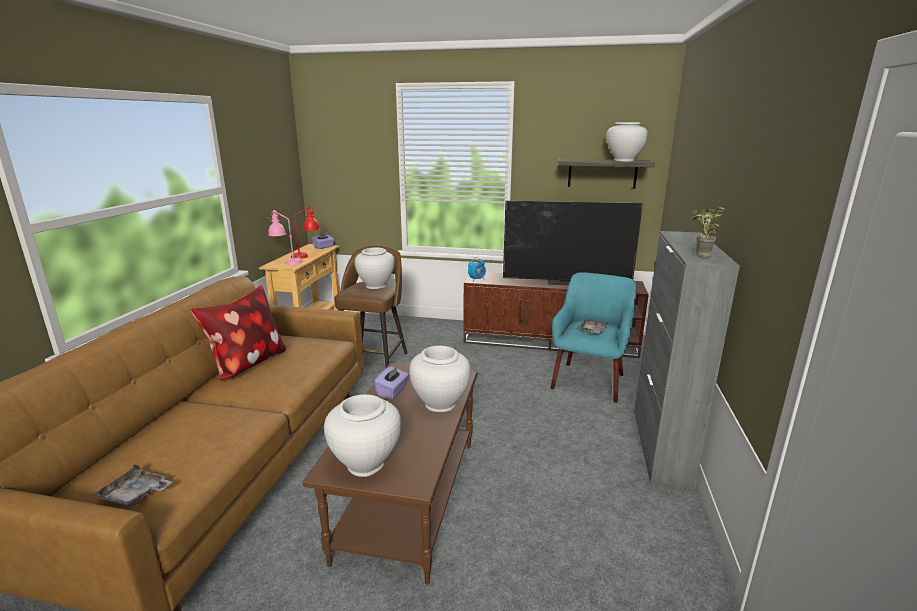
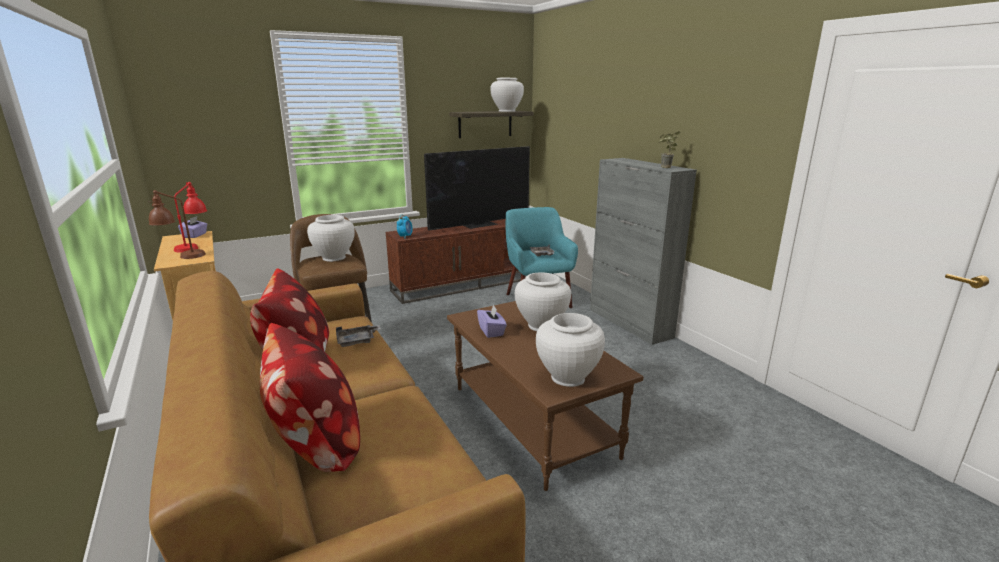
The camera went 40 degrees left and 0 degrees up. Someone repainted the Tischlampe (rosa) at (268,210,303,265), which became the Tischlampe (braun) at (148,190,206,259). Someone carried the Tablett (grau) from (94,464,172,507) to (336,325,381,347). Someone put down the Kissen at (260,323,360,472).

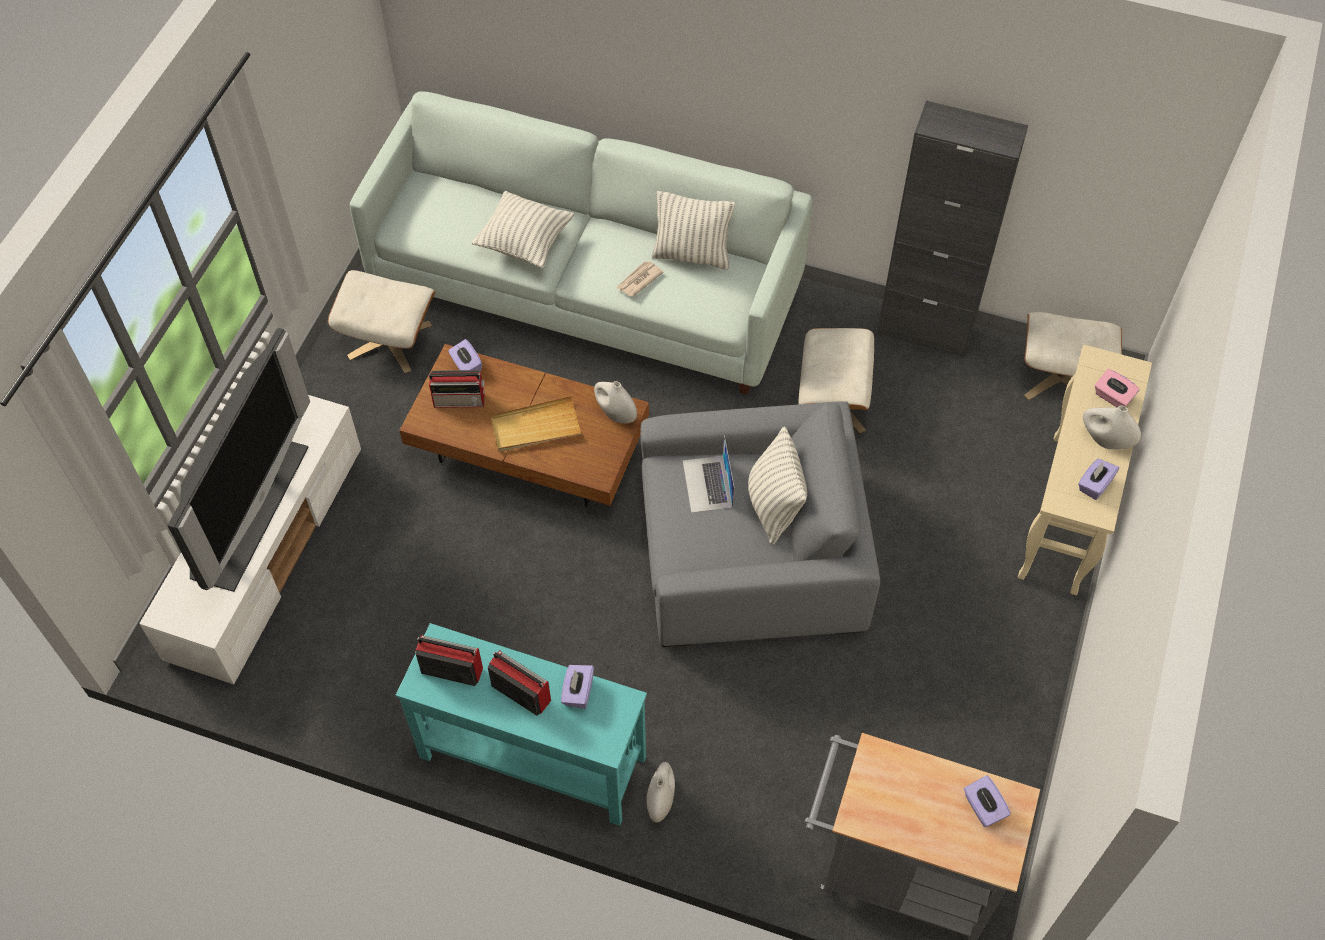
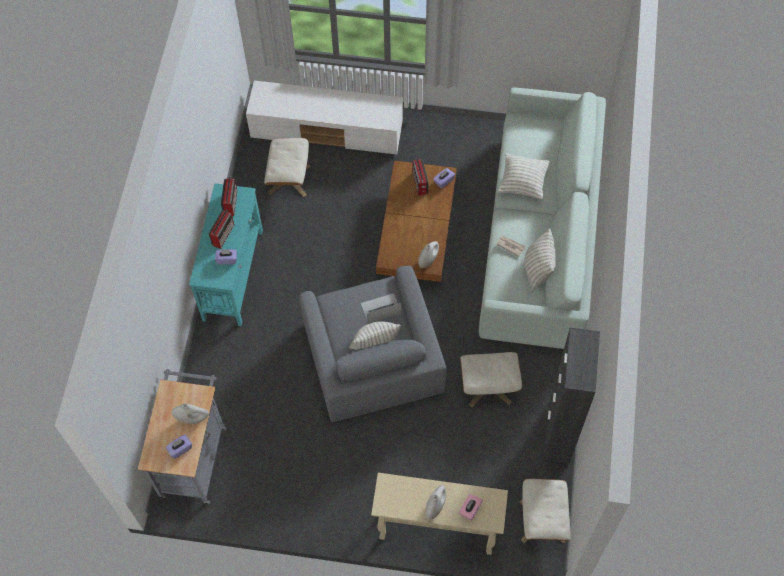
The camera went 80 degrees right and 5 degrees up. Someone carried the Polsterhocker (beige) from (328,270,435,374) to (264,138,311,197). Someone took away the Fernseher at (167,328,310,592). Someone took away the Tablett (beige) at (490,395,582,452). Someone took away the Taschentuchbox (lila) at (1078,458,1119,500). Someone carried the Vase (weiß) from (646,762,675,823) to (172,404,209,424).

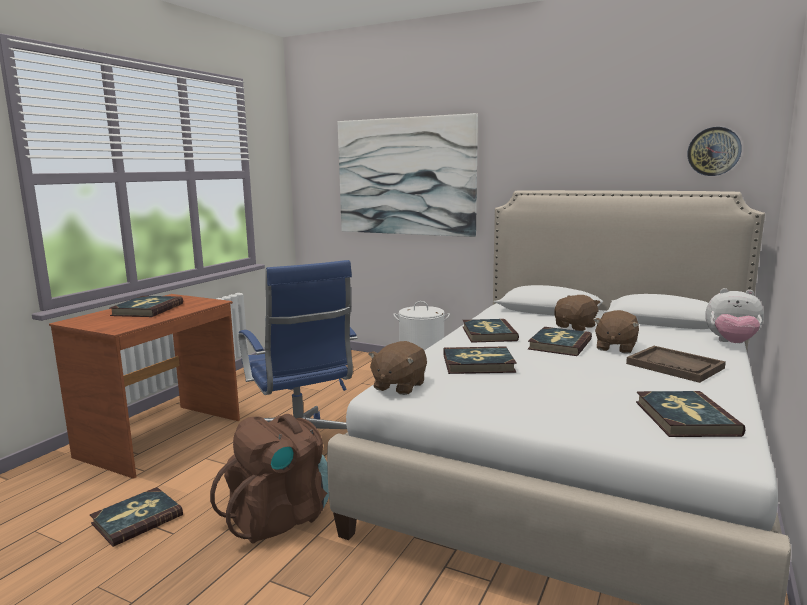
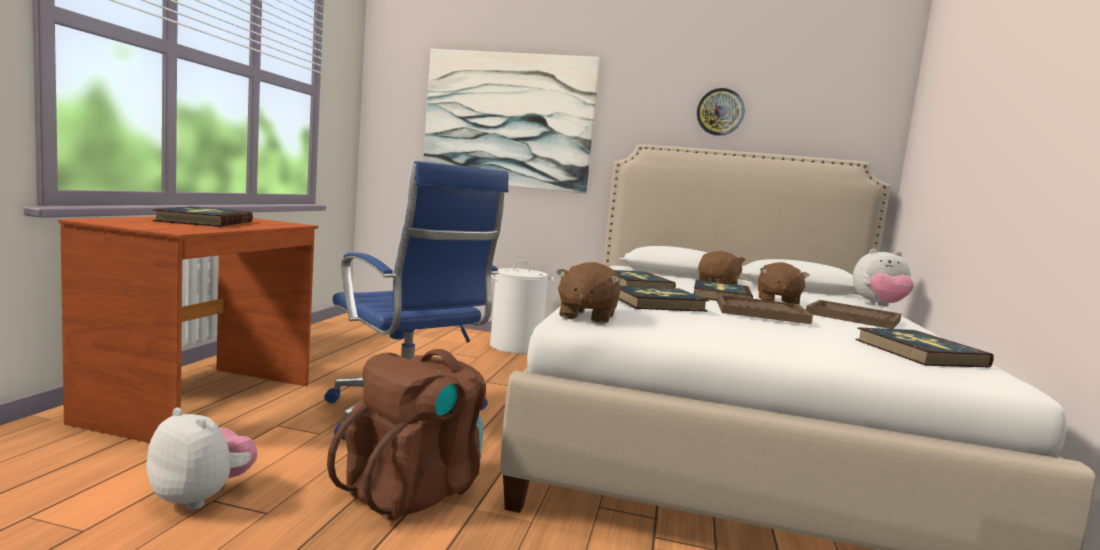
The camera went 15 degrees left and 5 degrees down. Someone carried the Wanduhr from (687,127,742,176) to (697,88,745,136). Someone swapped the Buch at (90,487,183,547) for the Plüschtier at (147,408,257,510). Someone put down the Tablett (braun) at (717,294,813,324).

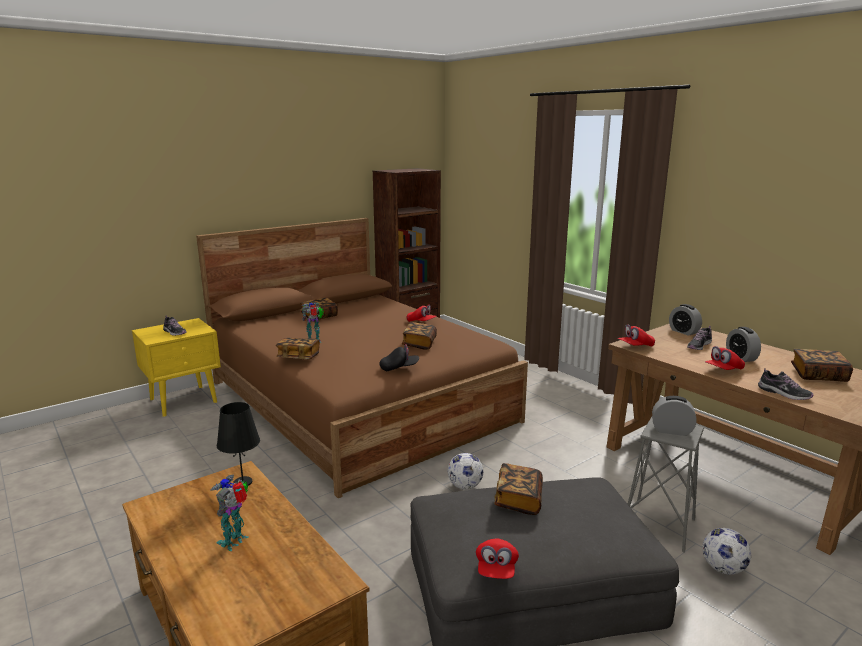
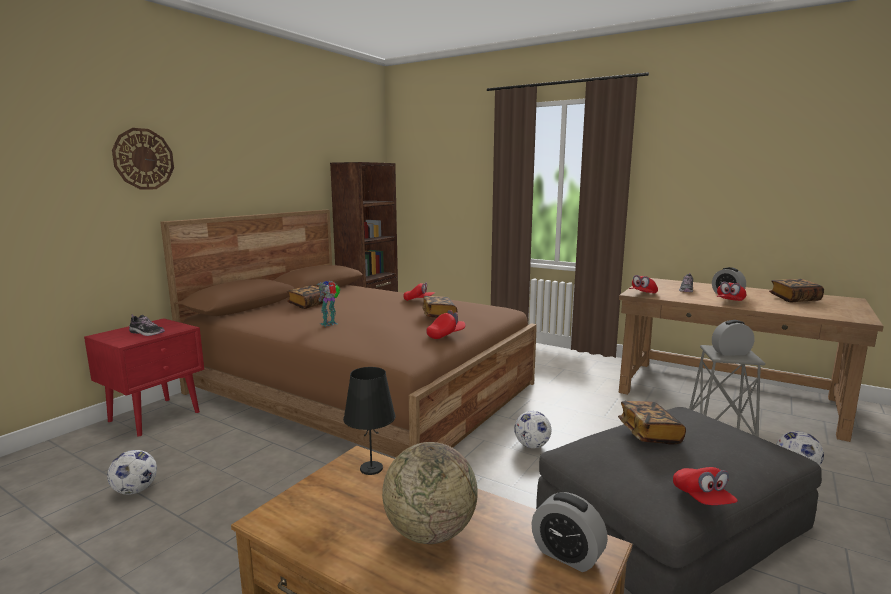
The camera went 20 degrees left and 5 degrees down. Someone carried the Wecker from (669,304,702,336) to (531,492,608,572). Someone repainted the Nachttisch (gelb) at (132,318,221,417), which became the Nachttisch (rot) at (84,318,204,437). Someone took away the Buch at (276,338,320,359). Someone repainted the Kappe (schwarz) at (380,344,419,371), which became the Kappe (rot) at (426,310,466,339). Someone took away the Schuh at (758,368,813,400). Someone swapped the Spielzeugroboter at (211,474,249,551) for the Globus at (382,442,478,544). Someone put up the Wanduhr at (112,128,174,190). Someone put down the Fußball at (107,450,157,495).

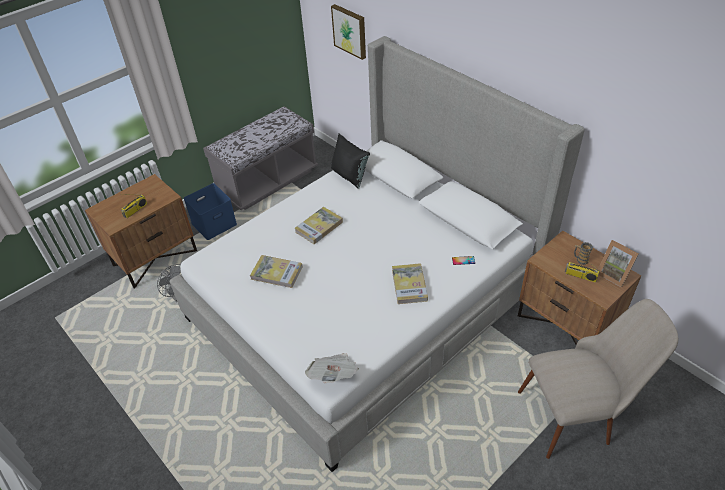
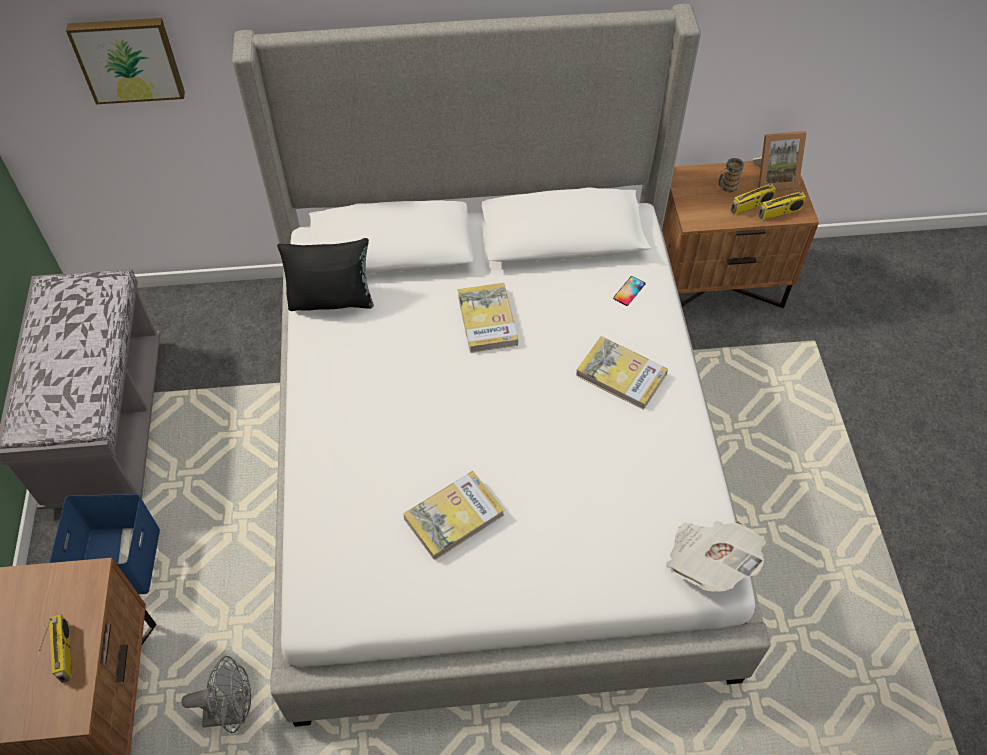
The camera went 55 degrees left and 10 degrees up. Someone carried the Buch from (295,207,343,244) to (457,283,518,353). Someone took away the Stuhl (beige) at (518,299,678,459). Someone put down the Radio at (758,181,806,221).

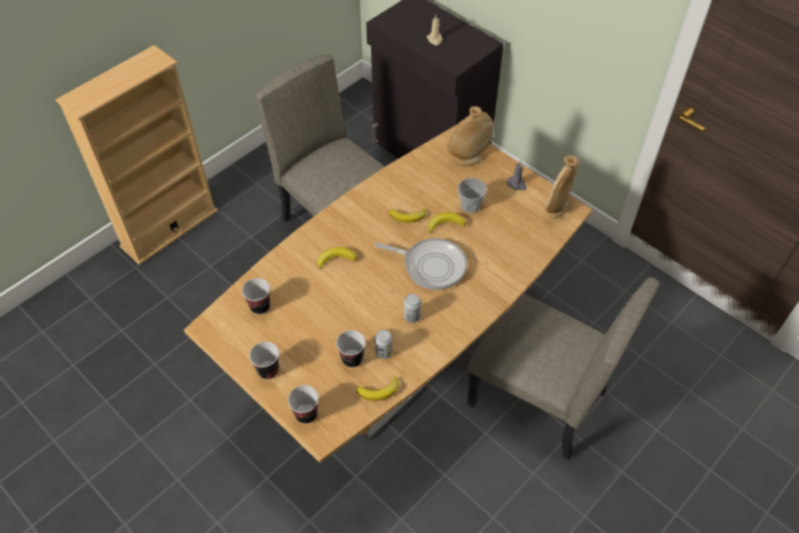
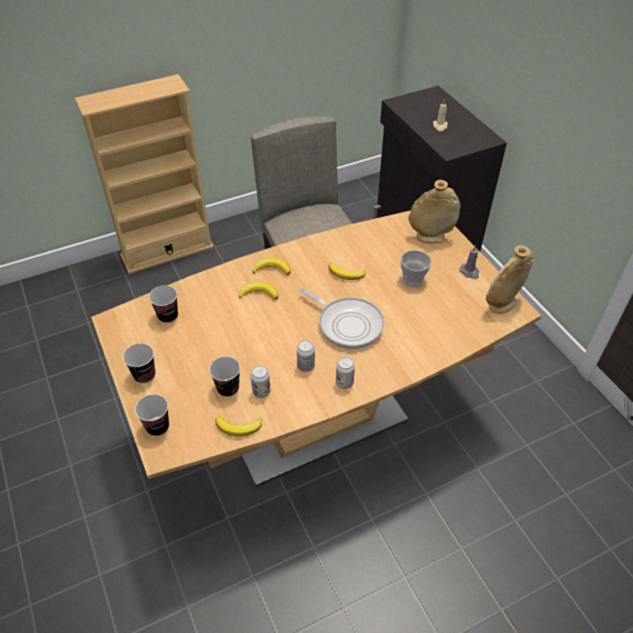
The camera went 20 degrees right and 5 degrees down. Someone carried the Banane from (428,212,466,233) to (253,257,291,275). Someone took away the Stuhl (beige) at (467,278,660,460). Someone put down the Dose at (336,357,355,389).

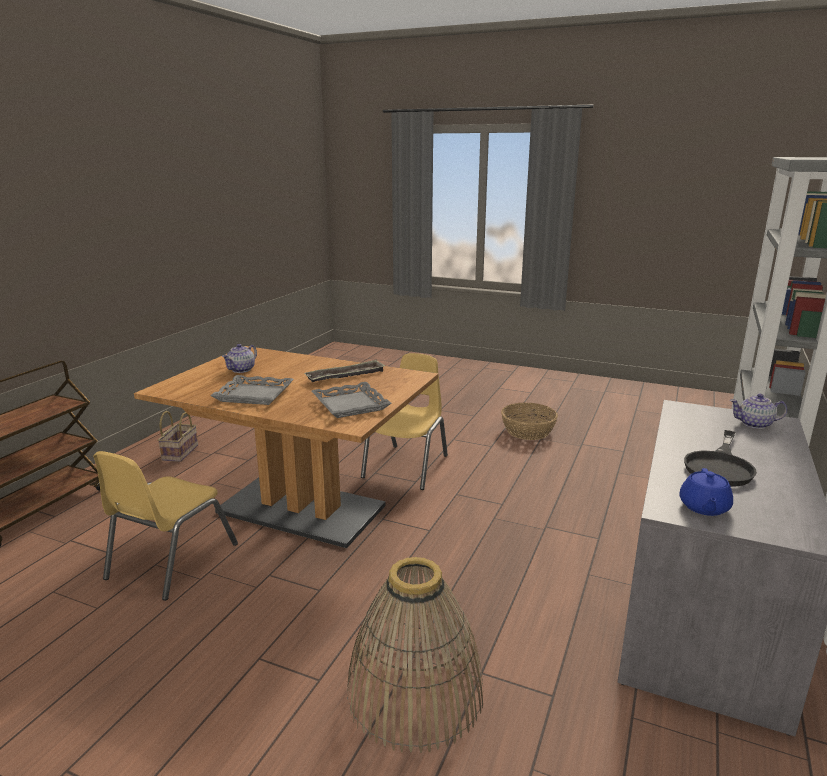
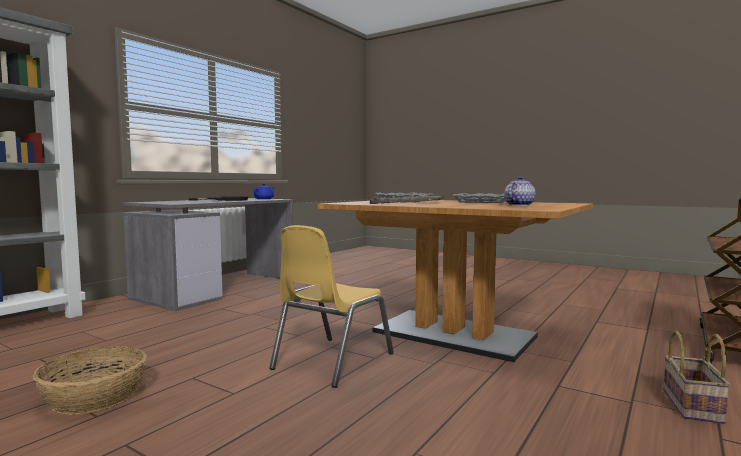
The camera went 170 degrees left and 15 degrees down. Someone took away the Teekanne at (730,394,787,429). Someone took away the Stuhl (gelb) at (93,451,238,601). Someone took away the Korb at (347,557,484,753).

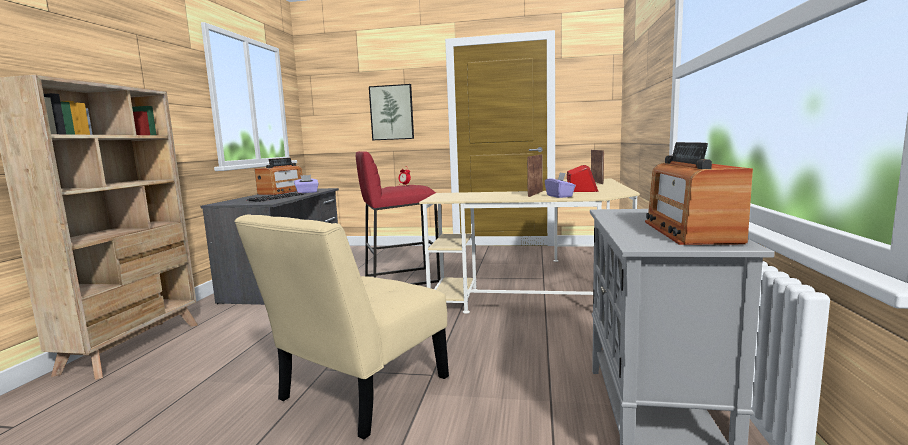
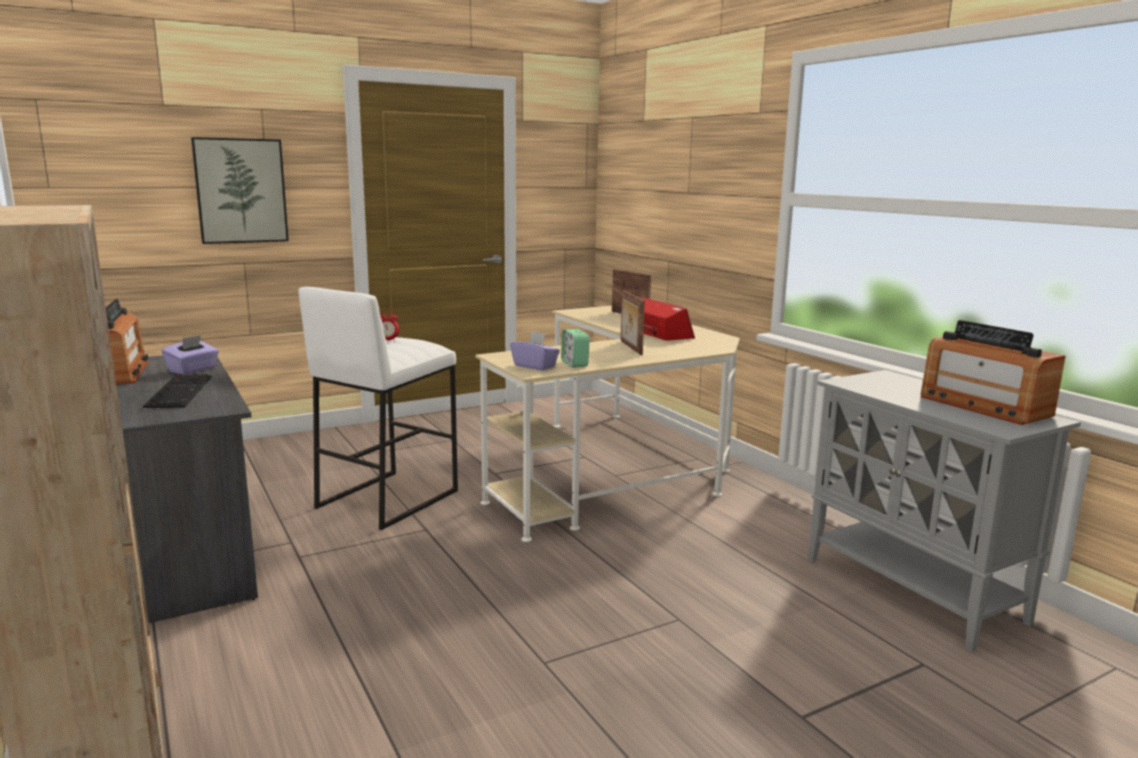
The camera went 40 degrees left and 5 degrees up. Someone repainted the Hocker (rot) at (356,151,440,285), which became the Hocker (weiß) at (298,287,458,530). Someone carried the Taschentuchbox (lila) from (545,173,576,198) to (510,331,560,370). Someone took away the Stuhl (beige) at (234,214,449,439). Someone put down the Wecker at (561,329,590,368).

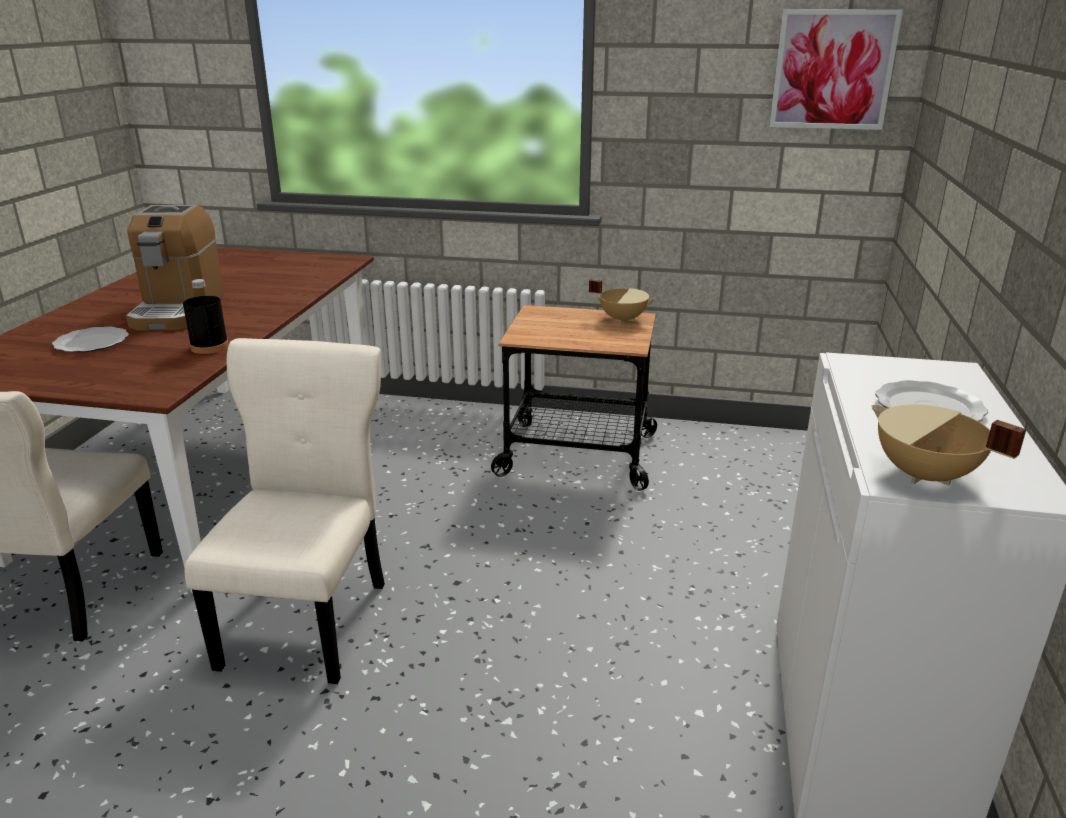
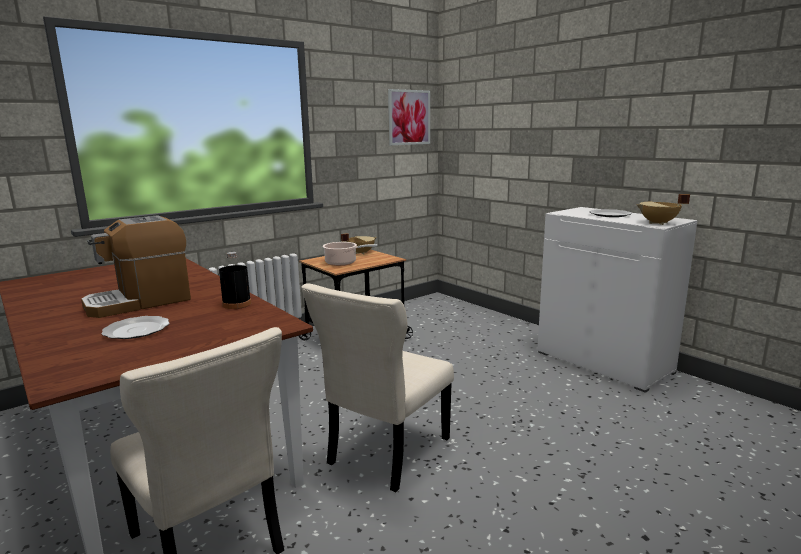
The camera went 50 degrees left and 10 degrees down. Someone rotated the Kaffeemaschine at (126,205,224,331) by 105 degrees clockwise. Someone rotated the Stuhl (beige) at (184,338,385,684) by 105 degrees counterclockwise. Someone put down the Kochtopf at (323,242,377,266).

